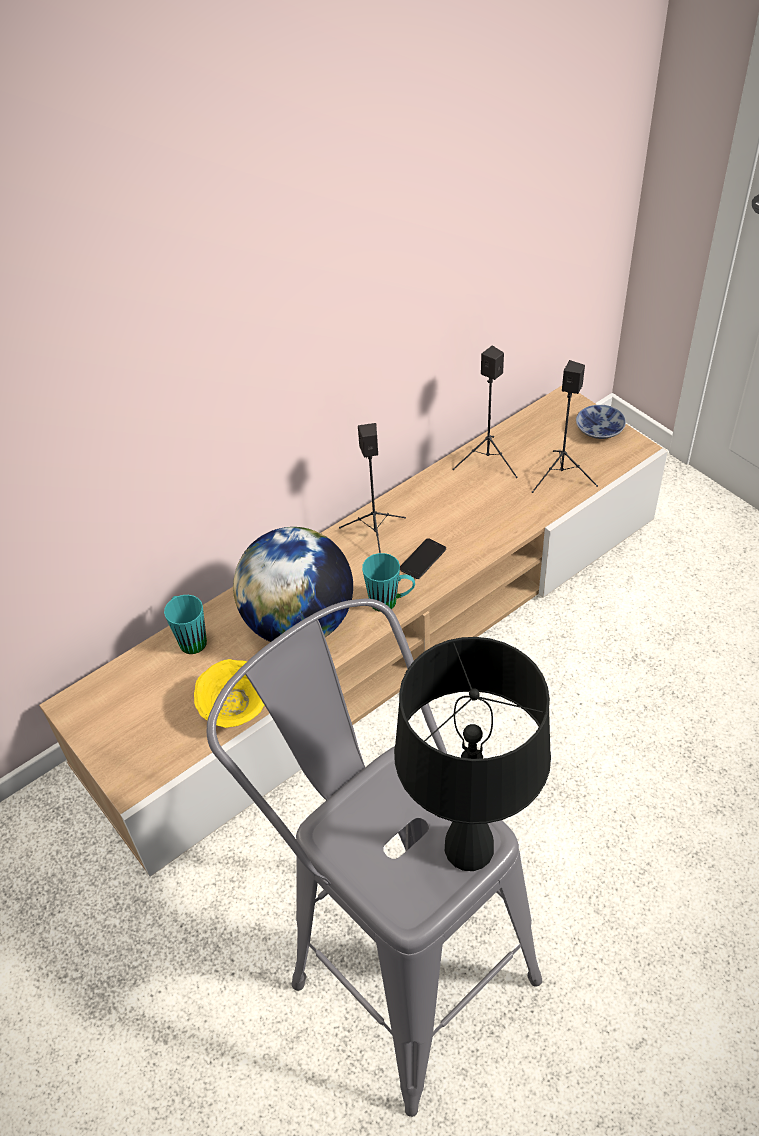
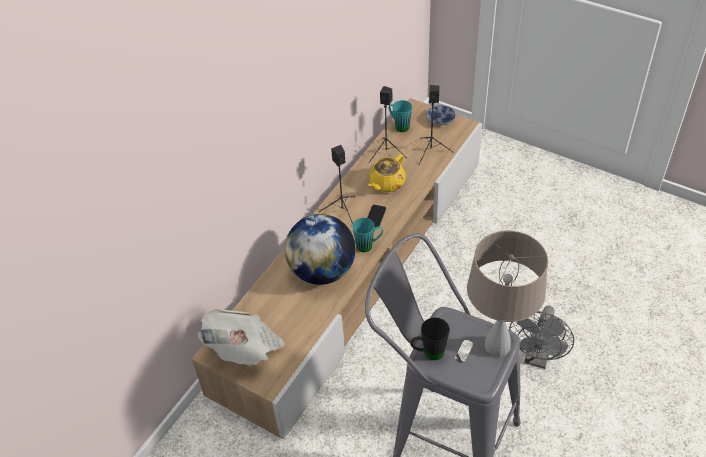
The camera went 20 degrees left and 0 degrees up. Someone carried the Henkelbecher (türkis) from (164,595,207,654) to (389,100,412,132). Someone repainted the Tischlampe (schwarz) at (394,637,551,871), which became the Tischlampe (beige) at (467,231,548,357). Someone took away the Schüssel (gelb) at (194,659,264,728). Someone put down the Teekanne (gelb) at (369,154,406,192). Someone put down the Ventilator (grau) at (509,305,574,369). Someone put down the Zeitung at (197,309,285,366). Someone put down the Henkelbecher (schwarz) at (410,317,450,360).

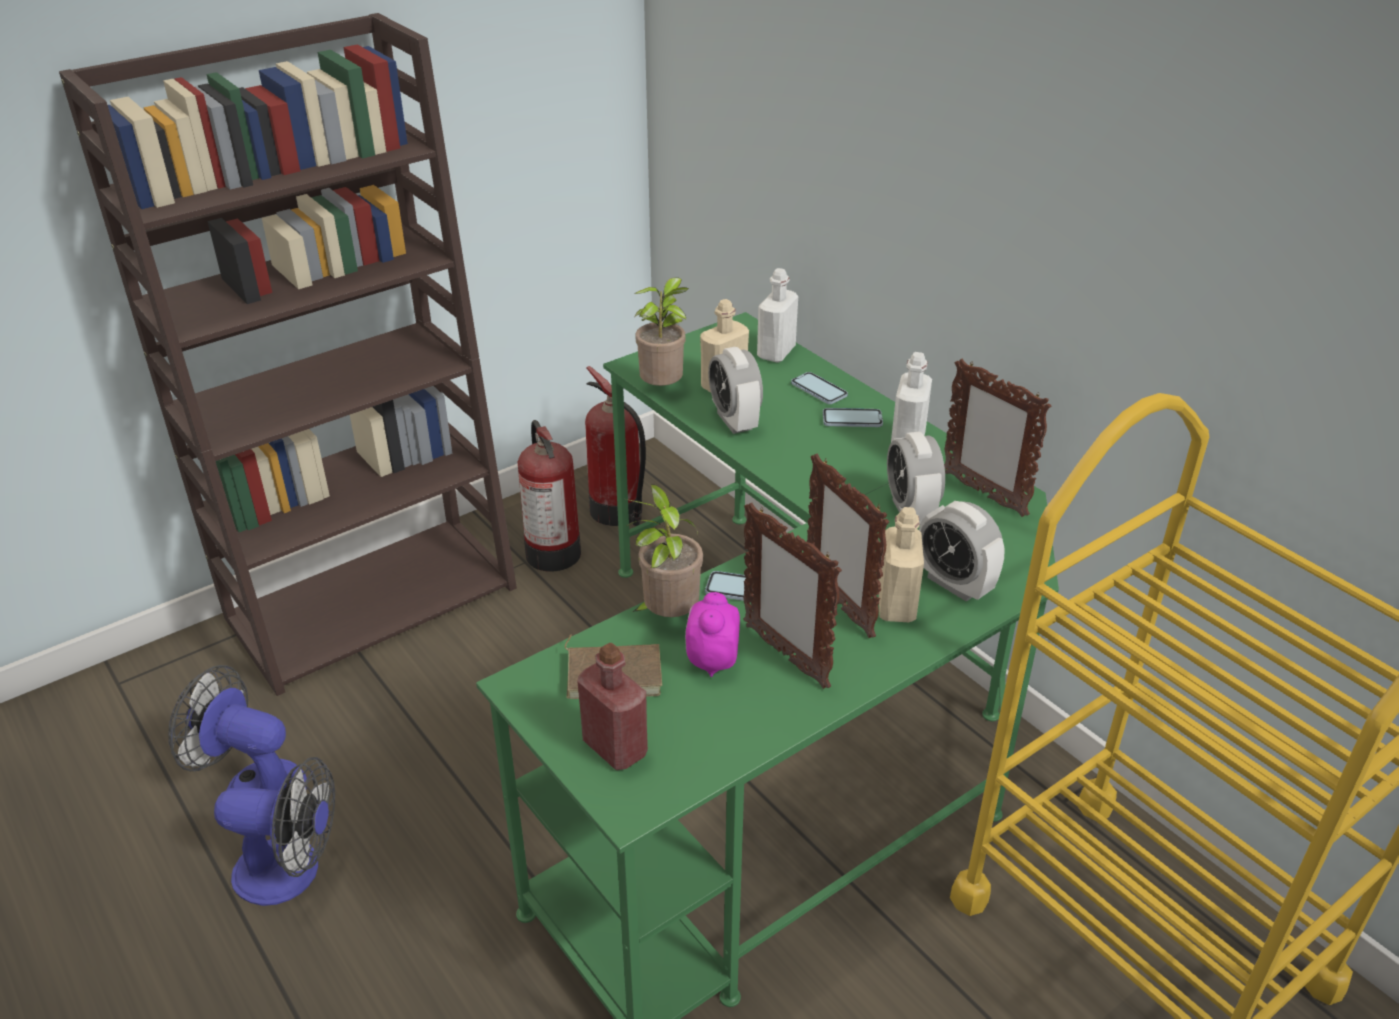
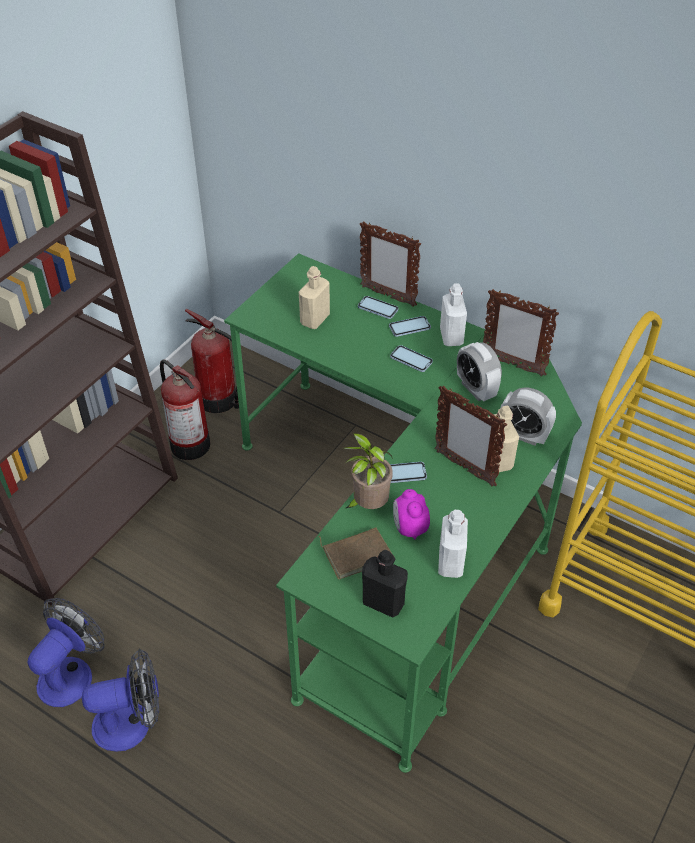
The camera went 20 degrees left and 10 degrees up. Someone carried the Flasche (weiß) from (757,268,798,363) to (438,510,468,578). Someone took away the Topfpflanze at (635,277,689,386). Someone took away the Wecker at (708,347,763,434). Someone carried the Bilderrahmen from (743,503,842,689) to (360,221,421,307). Someone repainted the Flasche (rot) at (577,643,648,770), which became the Flasche (schwarz) at (362,550,408,618). Someone rotated the Ventilator at (169,665,307,790) by 120 degrees clockwise. Someone put down the Handy at (390,345,433,372).

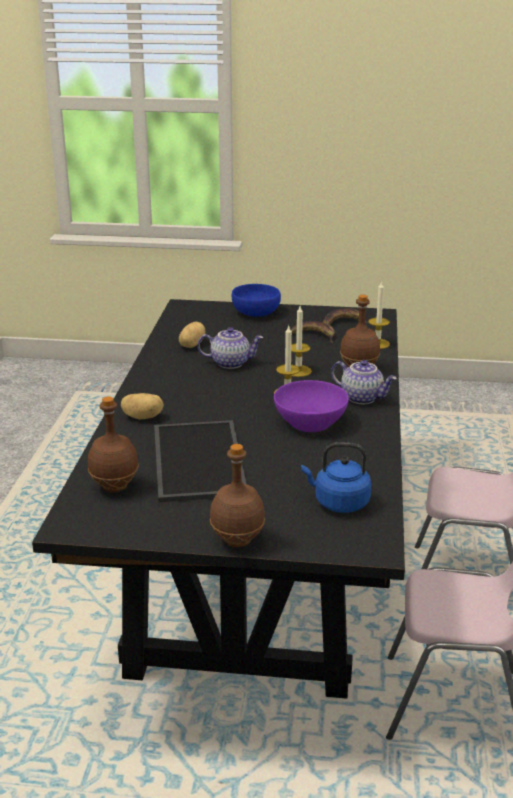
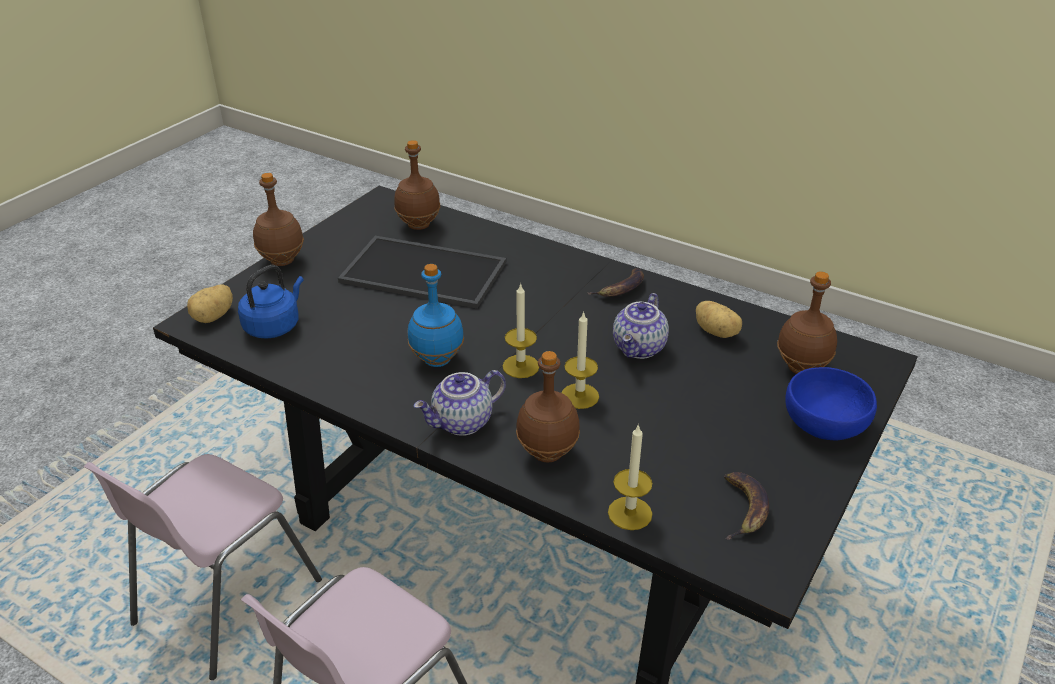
The camera went 115 degrees right and 10 degrees up. Someone carried the Banane from (291,321,335,343) to (587,268,644,297). Someone swapped the Schüssel (lila) at (274,380,349,432) for the Flasche (blau) at (408,264,464,367). Someone carried the Kartoffel from (121,393,164,419) to (187,284,233,323). Someone put down the Flasche (braun) at (777,271,837,374).

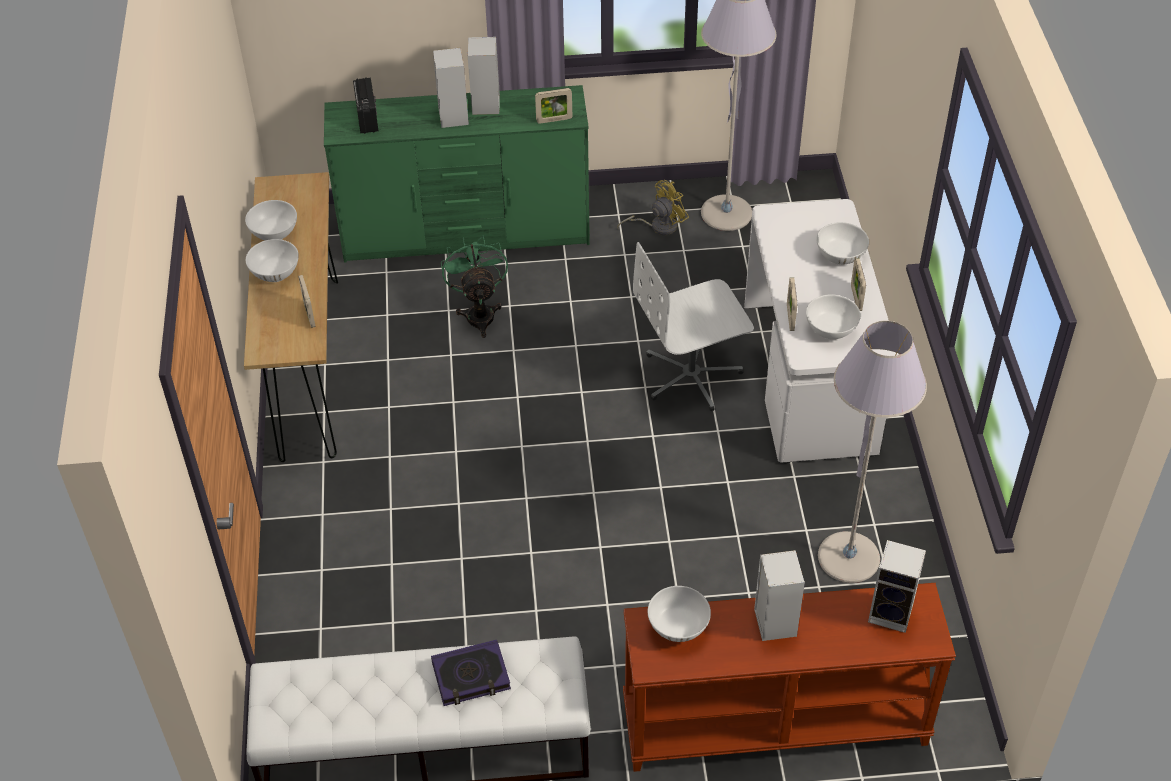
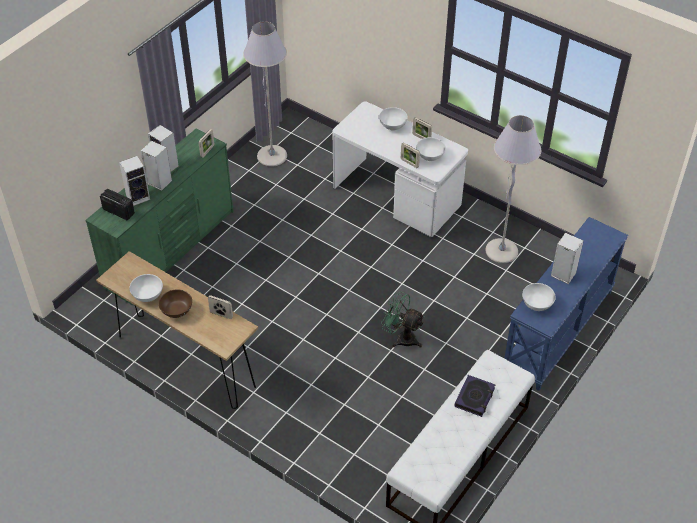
The camera went 50 degrees left and 0 degrees up. Someone took away the Ventilator (gelb) at (617,180,689,235). Someone carried the Ventilator (grün) from (441,235,508,338) to (381,291,425,348). Someone repainted the Schüssel (weiß) at (246,239,299,282), which became the Schüssel (braun) at (159,289,192,318). Someone took away the Bürostuhl (weiß) at (633,242,754,411). Someone carried the Lautsprecher from (868,540,926,633) to (119,156,150,206). Someone repainted the Konsolentisch (braun) at (623,583,956,772), which became the Konsolentisch (blau) at (504,217,628,391).

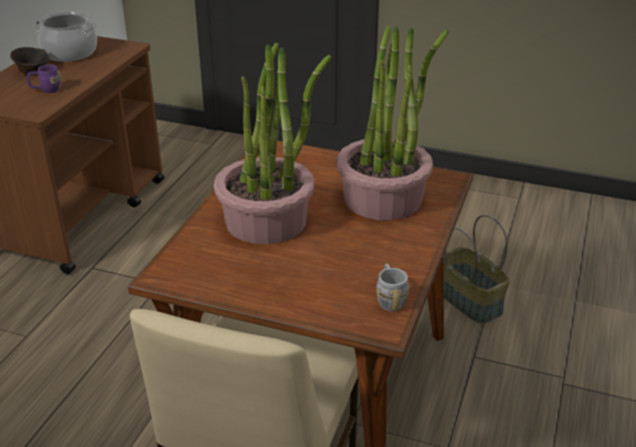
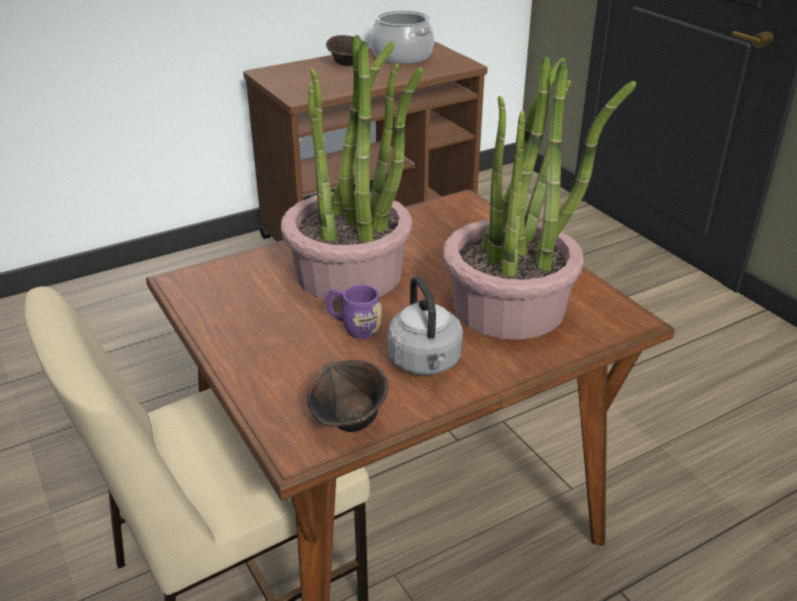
The camera went 40 degrees right and 0 degrees up. Someone carried the Henkelbecher (lila) from (27,64,61,93) to (326,284,382,339). Someone took away the Korb at (443,214,510,324). Someone swapped the Henkelbecher (grau) at (376,264,409,311) for the Schüssel (braun) at (307,360,388,432). Someone put down the Wasserkessel (grau) at (388,276,463,375).

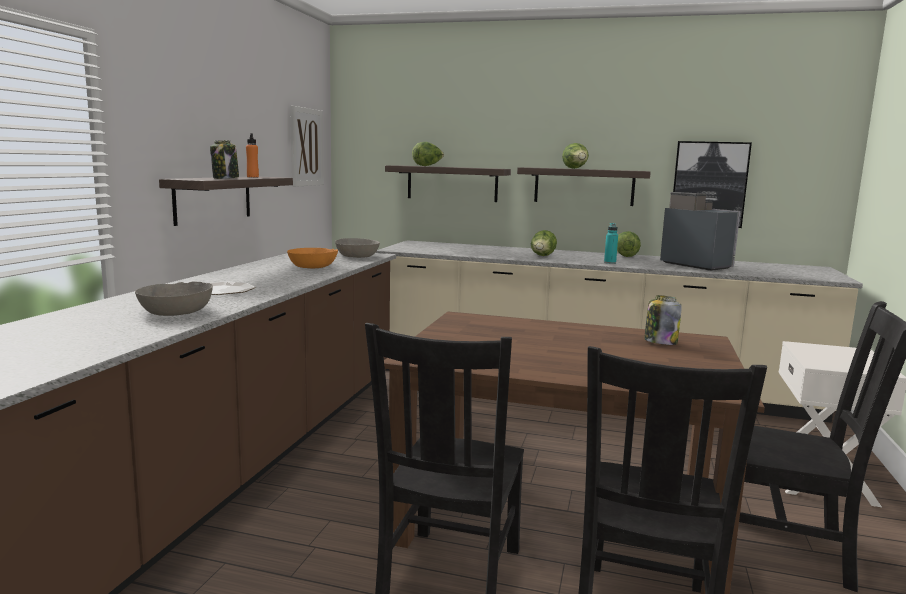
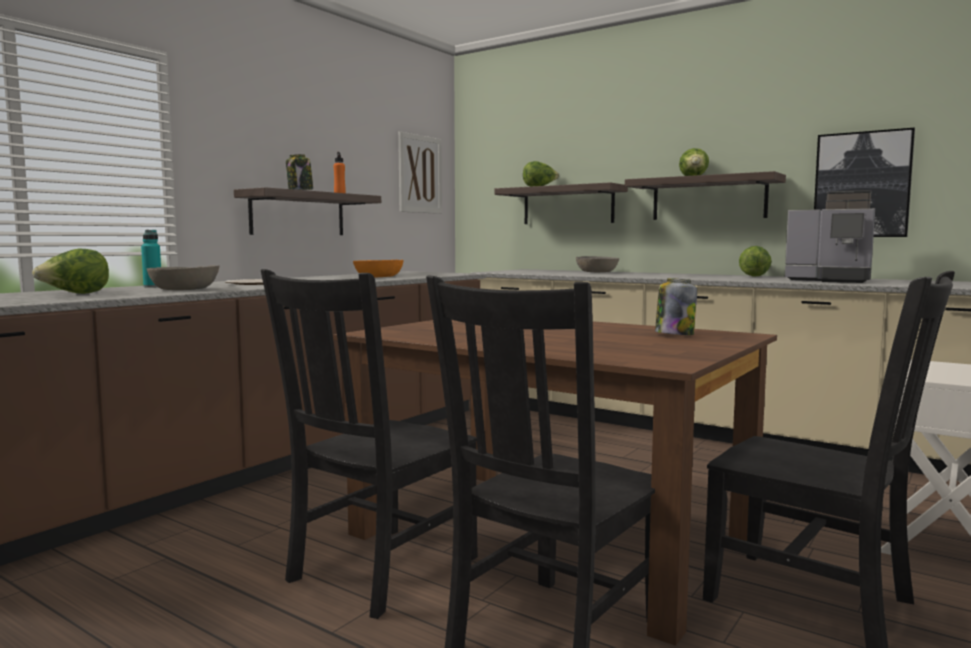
The camera went 20 degrees right and 5 degrees down. Someone rotated the Kaffeemaschine at (660,192,740,271) by 135 degrees clockwise. Someone carried the Flasche (türkis) from (604,223,618,264) to (141,230,161,288). Someone carried the Salatkopf from (531,230,557,256) to (32,248,109,294). Someone carried the Schüssel (grau) from (335,238,380,258) to (576,256,619,272).

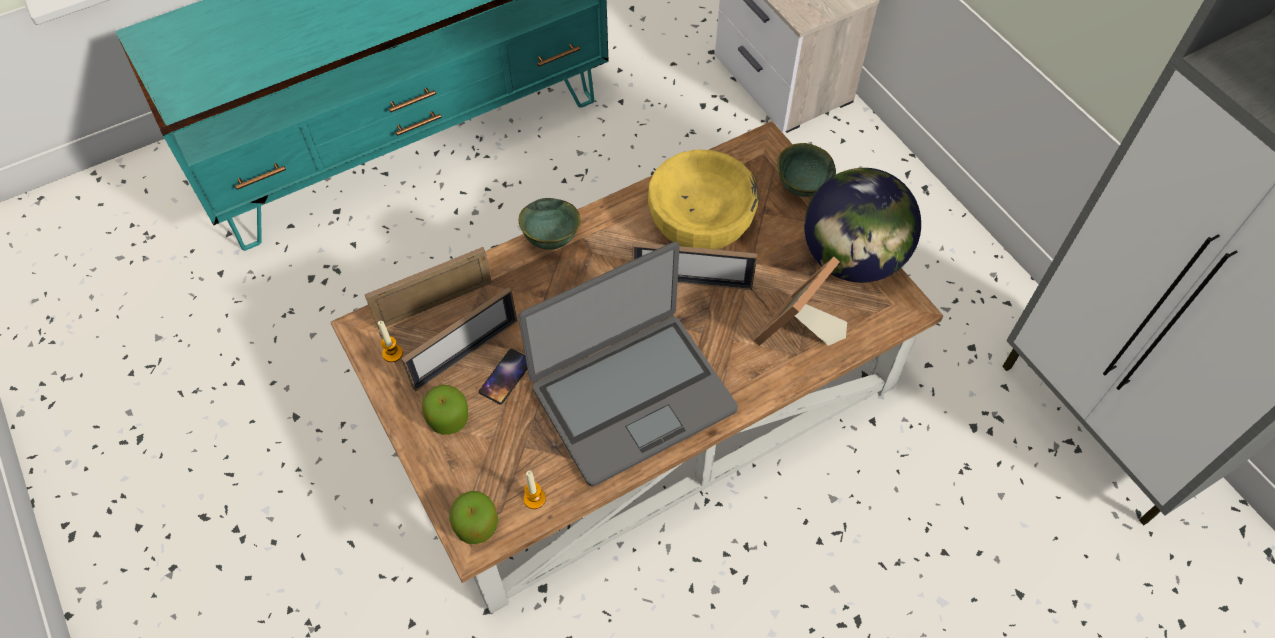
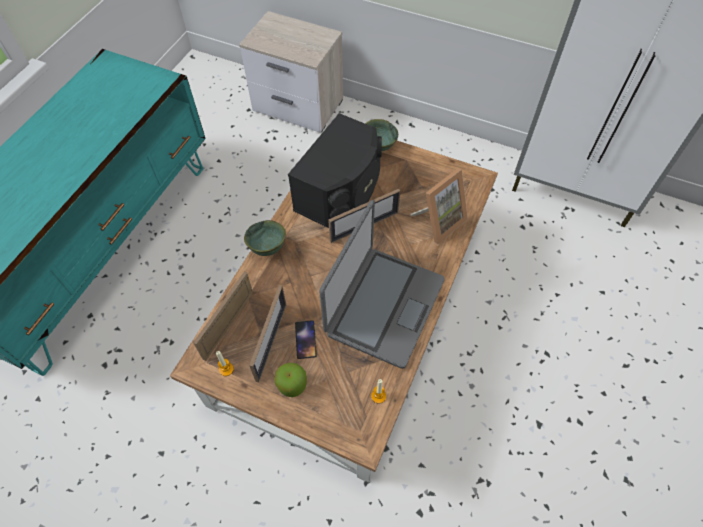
The camera went 35 degrees left and 0 degrees up. Someone swapped the Schüssel (gelb) at (648,150,758,250) for the Lautsprecher (schwarz) at (288,113,382,228). Someone took away the Globus at (804,168,921,283). Someone rotated the Bilderrahmen at (754,257,847,346) by 135 degrees counterclockwise. Someone took away the Apfel at (449,491,498,544).

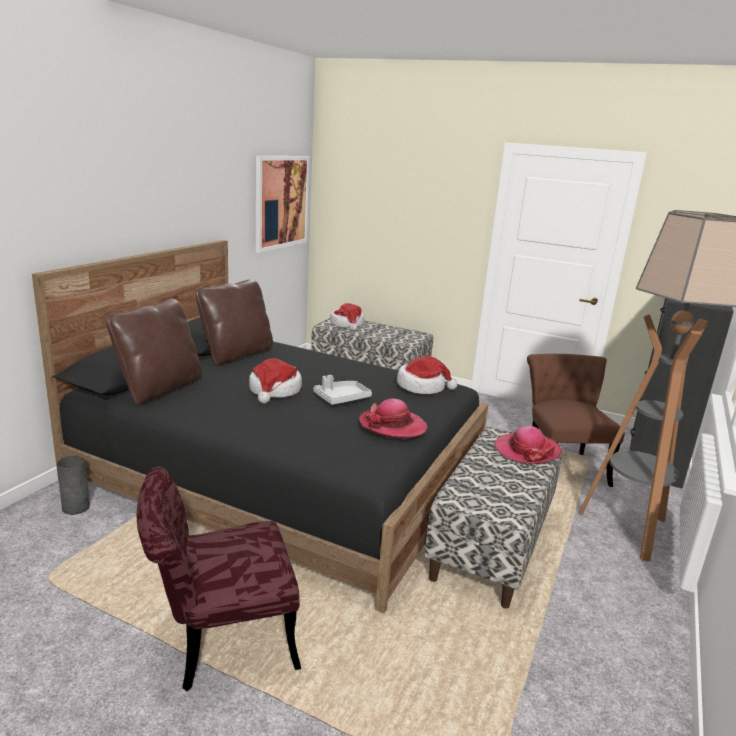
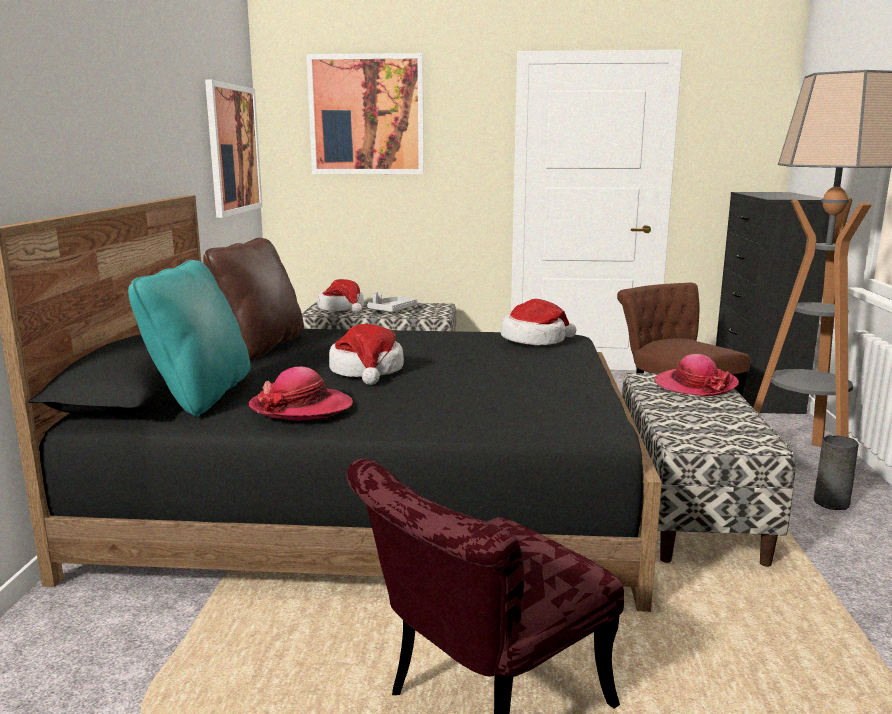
The camera went 20 degrees left and 5 degrees down. Someone repainted the Kissen (braun) at (106,299,202,406), which became the Kissen (türkis) at (128,260,250,417). Someone carried the Tablett (grau) from (314,375,372,405) to (367,292,418,312). Someone carried the Hut from (359,398,427,439) to (249,366,353,421). Someone carried the Vase (grau) from (57,456,90,515) to (814,435,859,510). Someone put up the Bild at (307,53,424,174).

